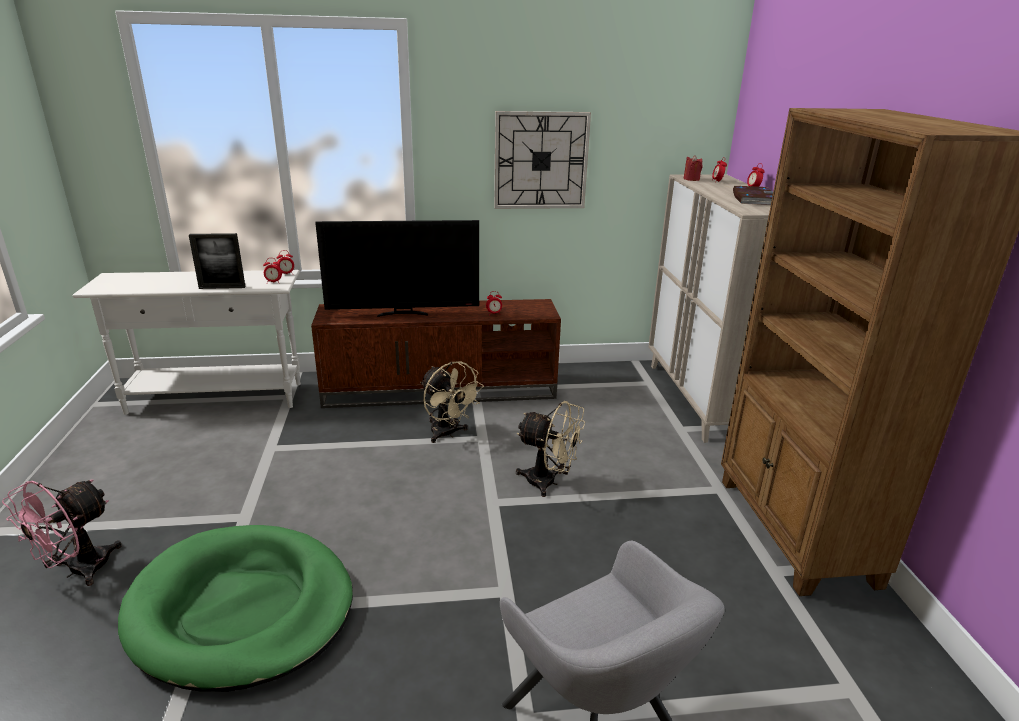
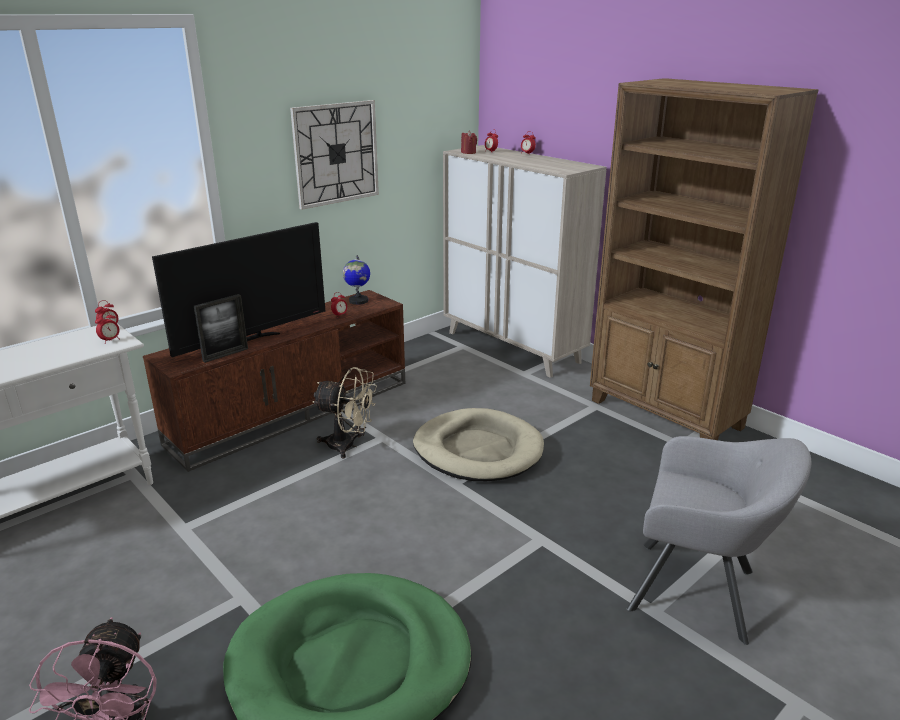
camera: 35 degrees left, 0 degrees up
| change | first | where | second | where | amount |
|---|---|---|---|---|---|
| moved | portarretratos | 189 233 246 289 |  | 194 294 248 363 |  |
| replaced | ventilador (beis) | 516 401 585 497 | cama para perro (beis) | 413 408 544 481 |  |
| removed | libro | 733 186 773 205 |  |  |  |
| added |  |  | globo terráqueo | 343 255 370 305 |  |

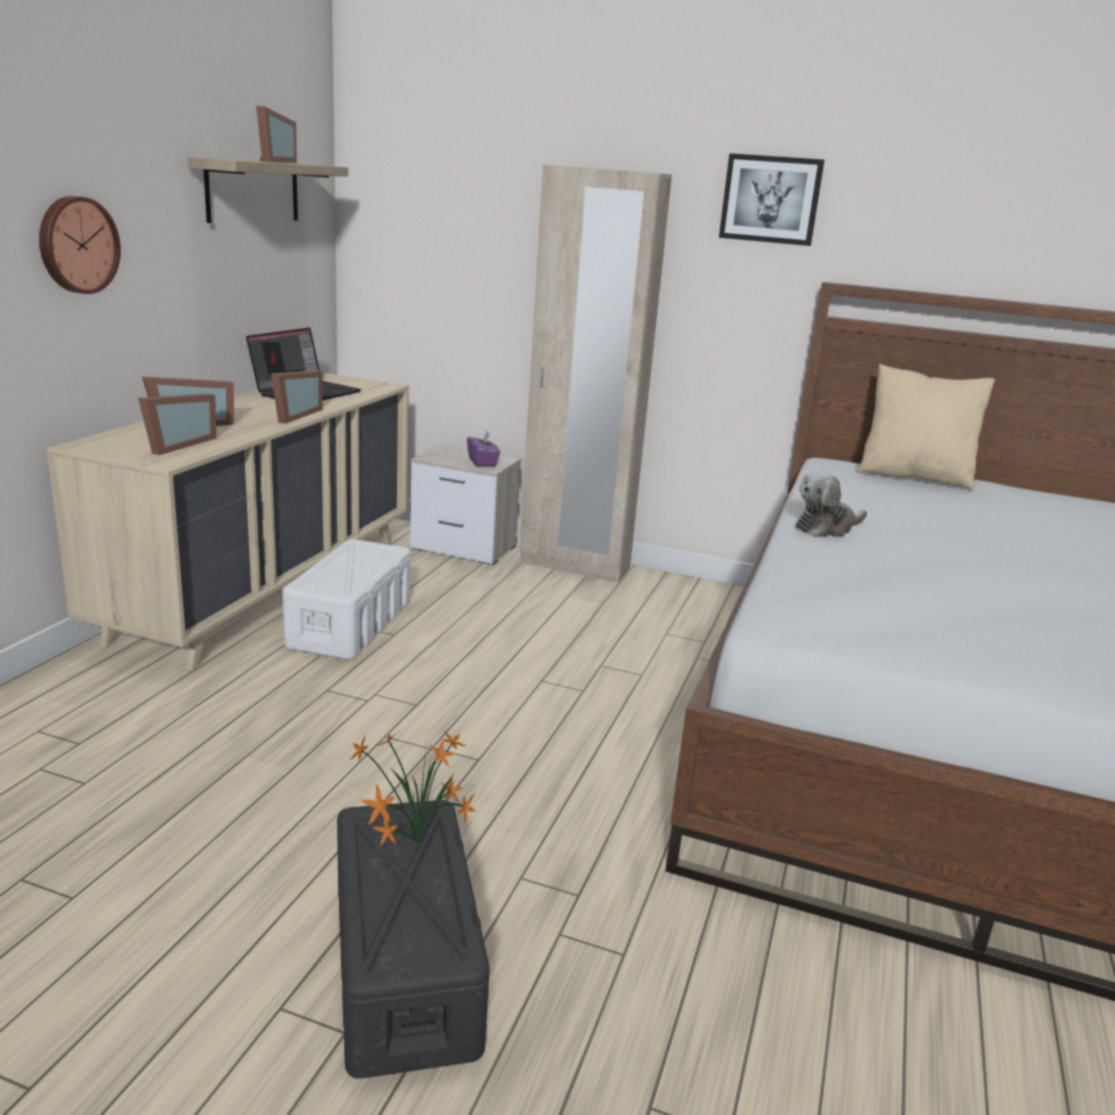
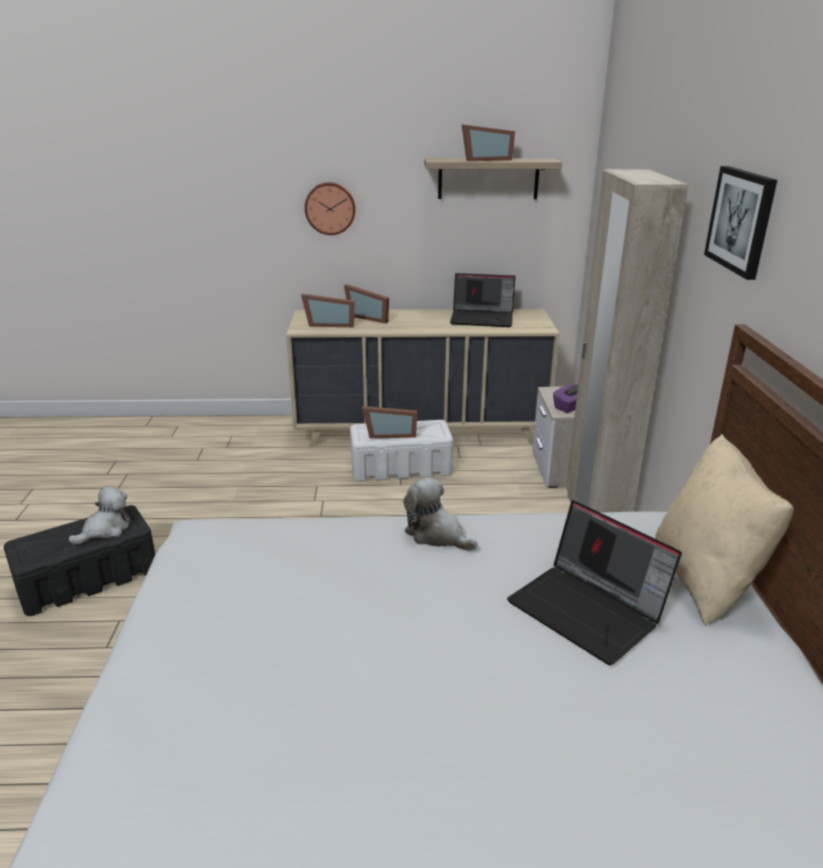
camera: 70 degrees right, 5 degrees up
| change | first | where | second | where | amount |
|---|---|---|---|---|---|
| moved | portarretratos | 271 370 322 424 |  | 362 406 417 439 |  |
| replaced | planta en maceta | 349 729 477 845 | peluche | 69 486 130 544 |  |
| added |  |  | portátil | 507 500 682 665 |  |

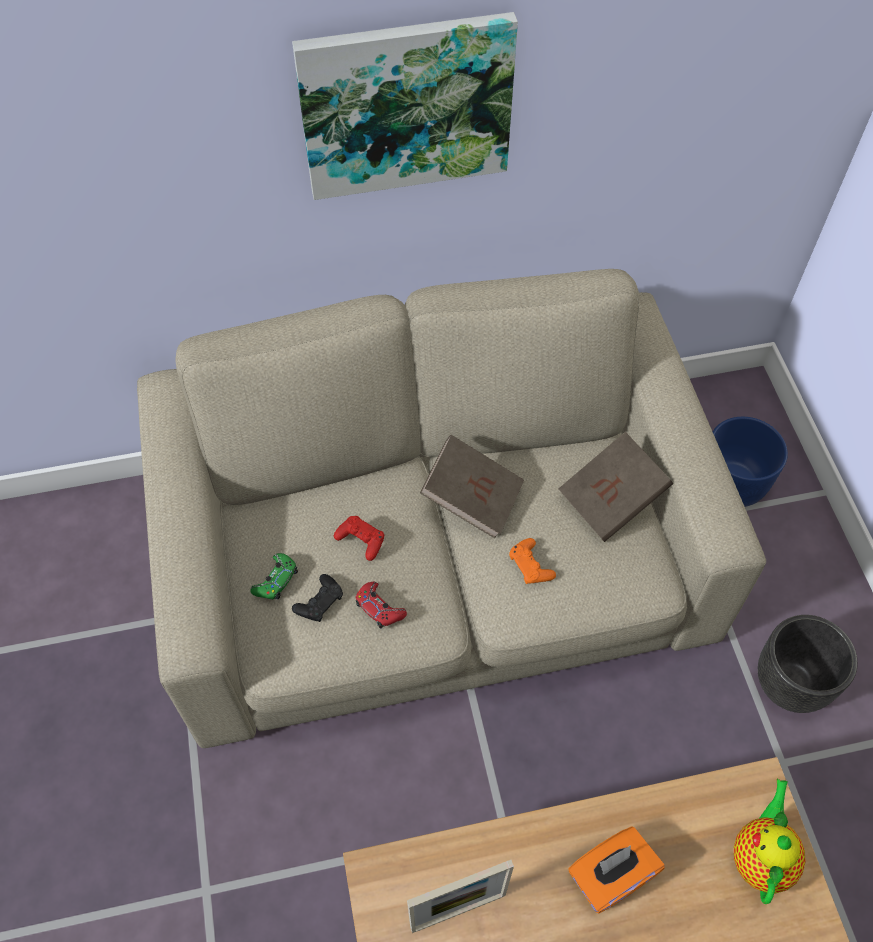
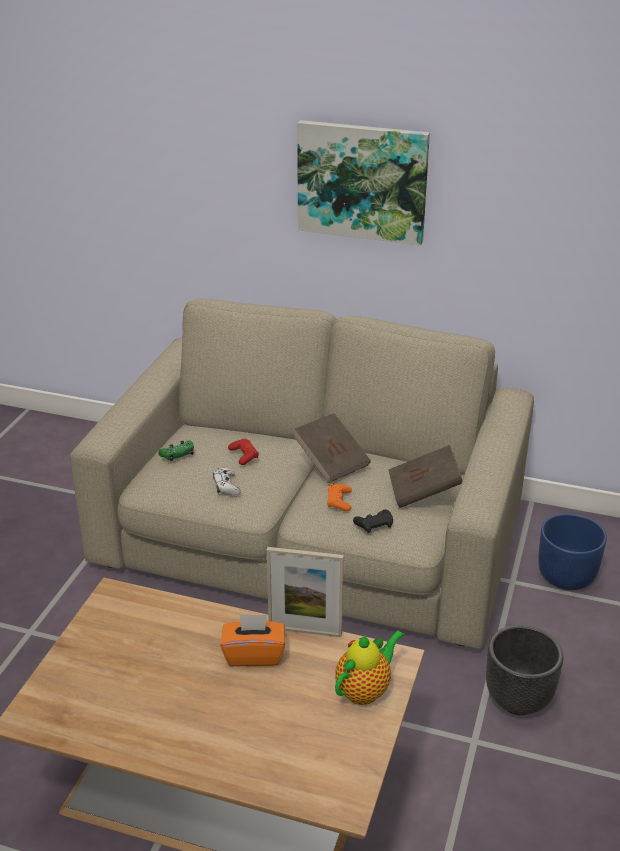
camera: 30 degrees right, 25 degrees down
| change | first | where | second | where | amount |
|---|---|---|---|---|---|
| moved | mando de consola (negro) | 292 574 343 622 |  | 353 509 393 533 |  |
| recoloured | mando de consola (rojo) | 356 582 407 629 | mando de consola (blanco) | 213 468 240 495 |  |
| moved | portarretratos | 407 860 514 933 |  | 267 547 344 637 |  |

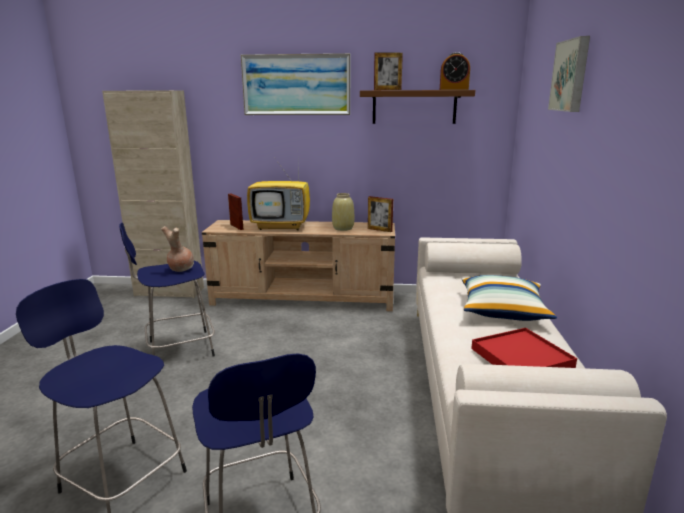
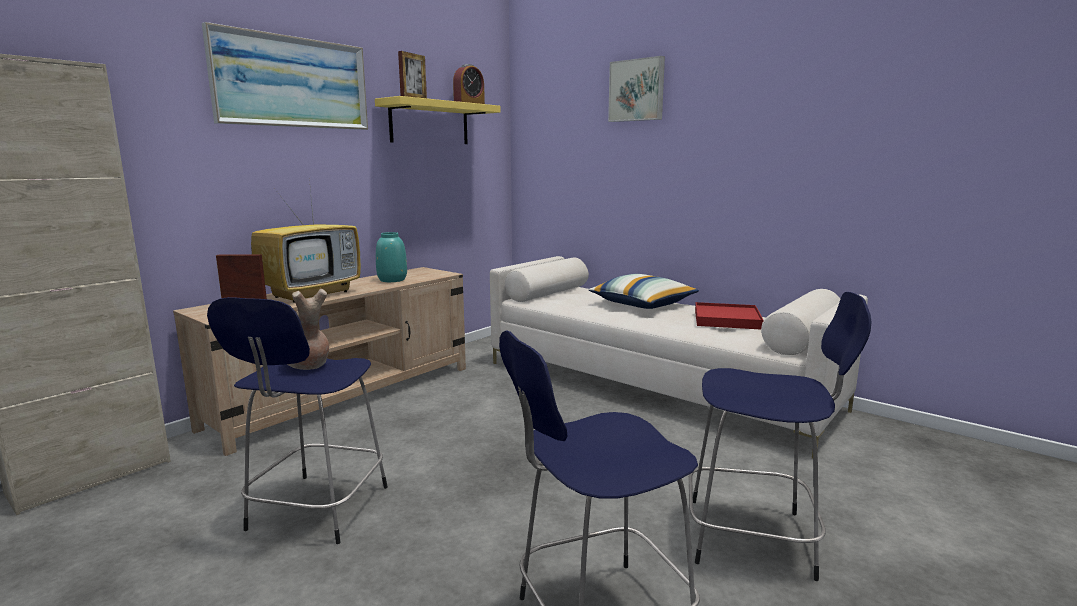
camera: 55 degrees left, 5 degrees down
| change | first | where | second | where | amount |
|---|---|---|---|---|---|
| recoloured | florero (beis) | 332 193 354 231 | florero (turquesa) | 376 232 407 282 |  |
| recoloured | estante (marrón) | 360 90 475 124 | estante (amarillo) | 375 96 500 144 |  |
| removed | portarretratos | 368 196 393 232 |  |  |  |

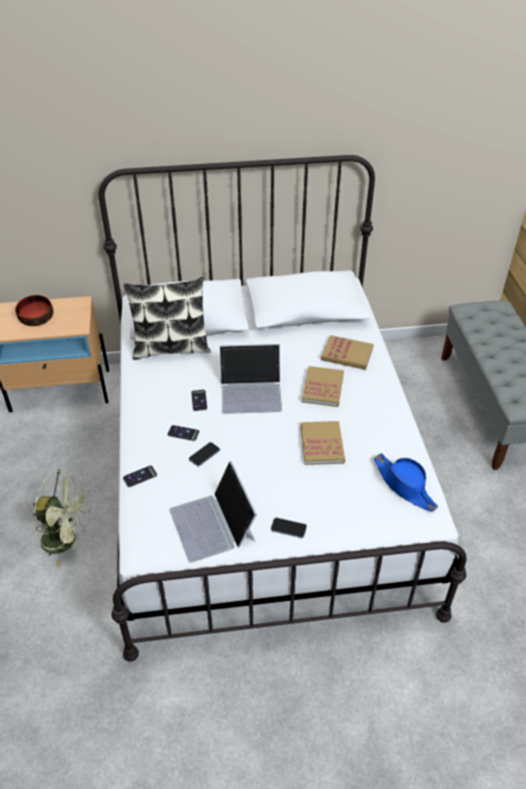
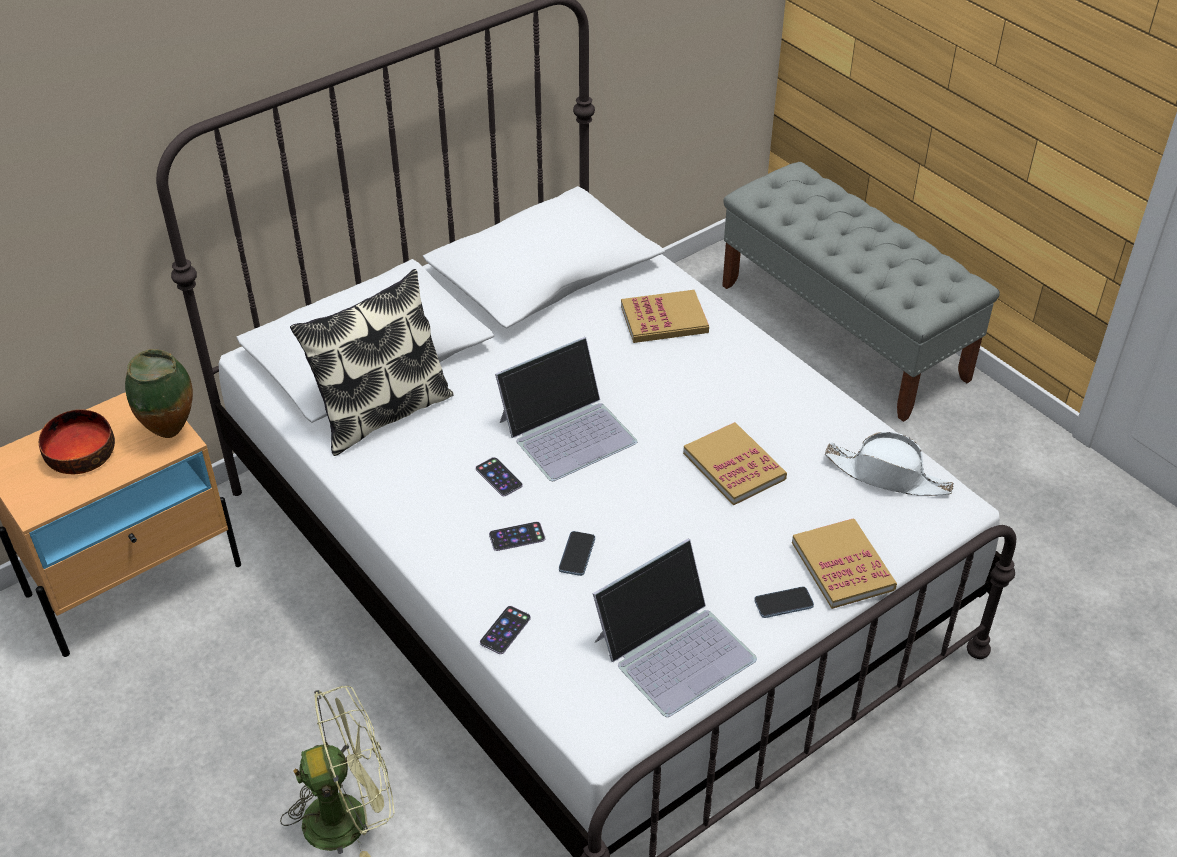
camera: 30 degrees left, 0 degrees up
| change | first | where | second | where | amount |
|---|---|---|---|---|---|
| turned | portátil | 169 461 257 563 |  | 593 539 757 717 | 75 degrees counterclockwise |
| moved | libro | 302 366 344 407 |  | 792 518 897 609 |  |
| recoloured | sombrero (azul) | 374 453 438 512 | sombrero (blanco) | 825 432 954 496 |  |
| added |  |  | florero | 125 349 193 438 |  |

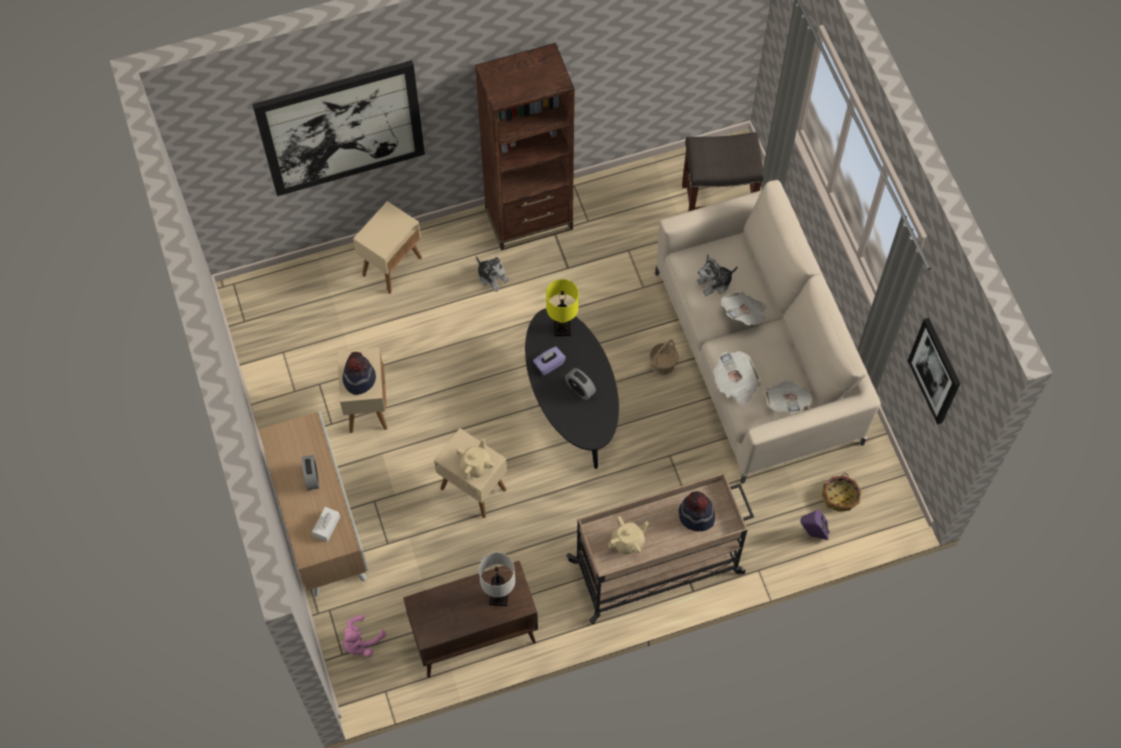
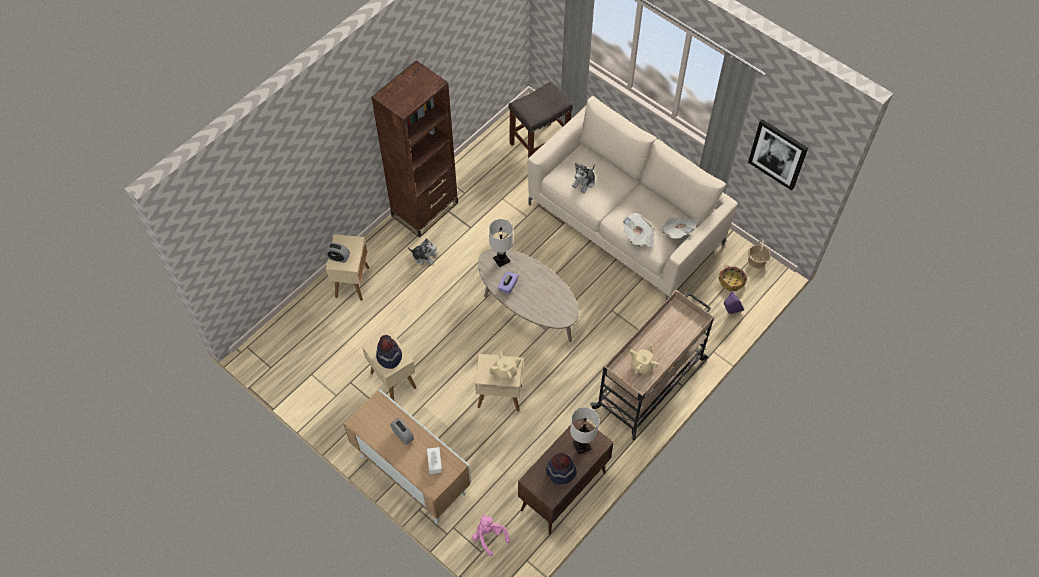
camera: 30 degrees left, 5 degrees down
| change | first | where | second | where | amount |
|---|---|---|---|---|---|
| removed | cuadro | 252 60 425 196 |  |  |  |
| turned | peluche (rosa) | 342 615 386 657 |  | 472 514 510 556 | 135 degrees clockwise |
| turned | tetera (beis) | 456 438 494 480 |  | 489 351 522 380 | 75 degrees clockwise |
| recoloured | mesa de centro (negro) | 525 308 619 469 | mesa de centro (beis) | 478 248 579 342 |  |
| recoloured | lámpara de mesa (amarillo) | 546 279 579 336 | lámpara de mesa (blanco) | 489 219 513 267 |  |
| moved | despertador | 565 368 596 400 |  | 324 243 350 263 |  |
| moved | cesta | 649 340 679 375 |  | 748 239 770 269 |  |
| moved | sombrero | 679 491 715 532 |  | 546 453 577 484 |  |
| removed | periódico | 721 292 767 325 |  |  |  |

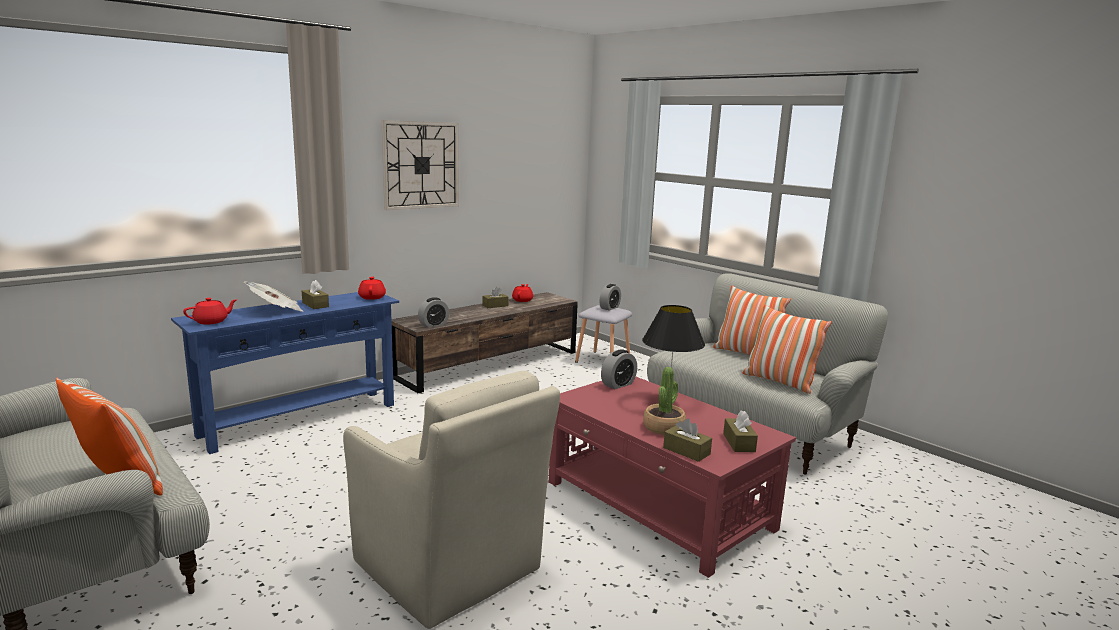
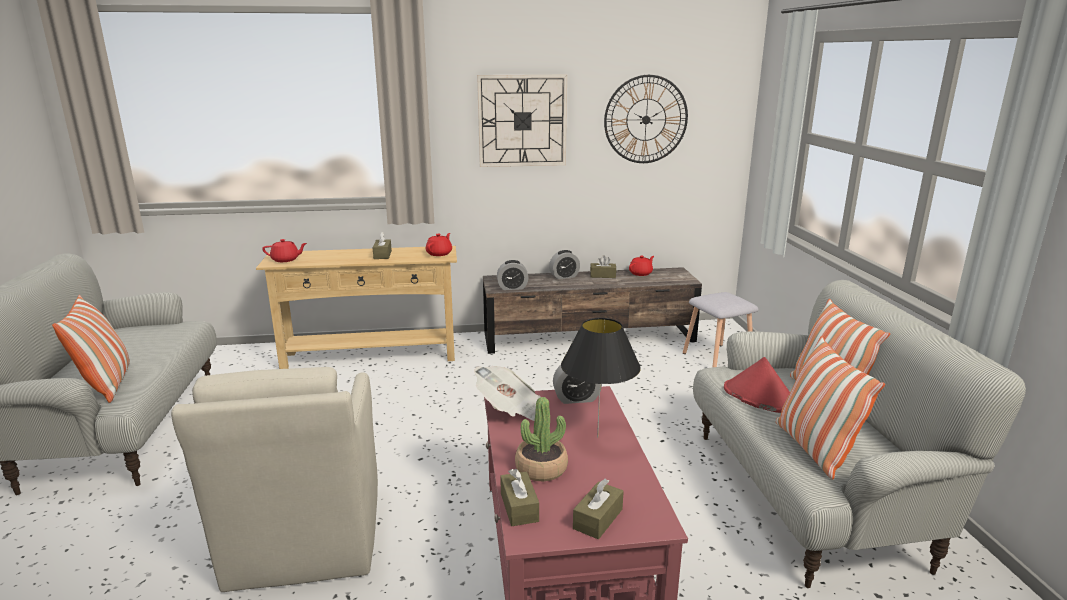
camera: 35 degrees right, 5 degrees up
| change | first | where | second | where | amount |
|---|---|---|---|---|---|
| recoloured | mesa consola (azul) | 171 292 399 454 | mesa consola (beis) | 256 246 457 369 |  |
| moved | periódico | 244 281 303 311 |  | 474 366 541 421 |  |
| moved | despertador | 600 284 621 311 |  | 549 250 580 279 |  |
| added |  |  | reloj de pared | 604 75 688 163 |  |
| added |  |  | sombrero (rojo) | 724 357 790 413 |  |

